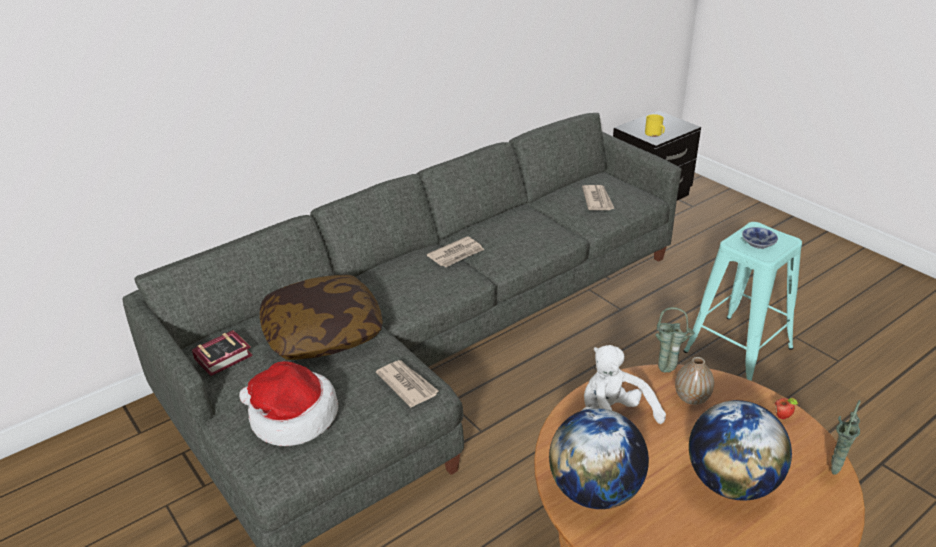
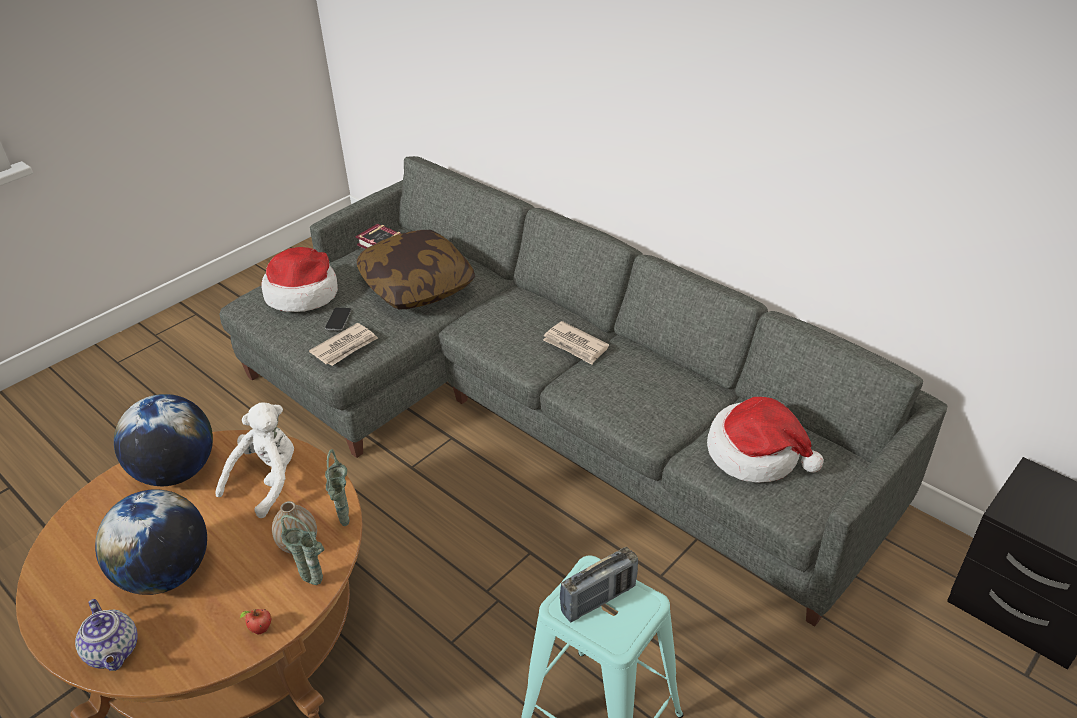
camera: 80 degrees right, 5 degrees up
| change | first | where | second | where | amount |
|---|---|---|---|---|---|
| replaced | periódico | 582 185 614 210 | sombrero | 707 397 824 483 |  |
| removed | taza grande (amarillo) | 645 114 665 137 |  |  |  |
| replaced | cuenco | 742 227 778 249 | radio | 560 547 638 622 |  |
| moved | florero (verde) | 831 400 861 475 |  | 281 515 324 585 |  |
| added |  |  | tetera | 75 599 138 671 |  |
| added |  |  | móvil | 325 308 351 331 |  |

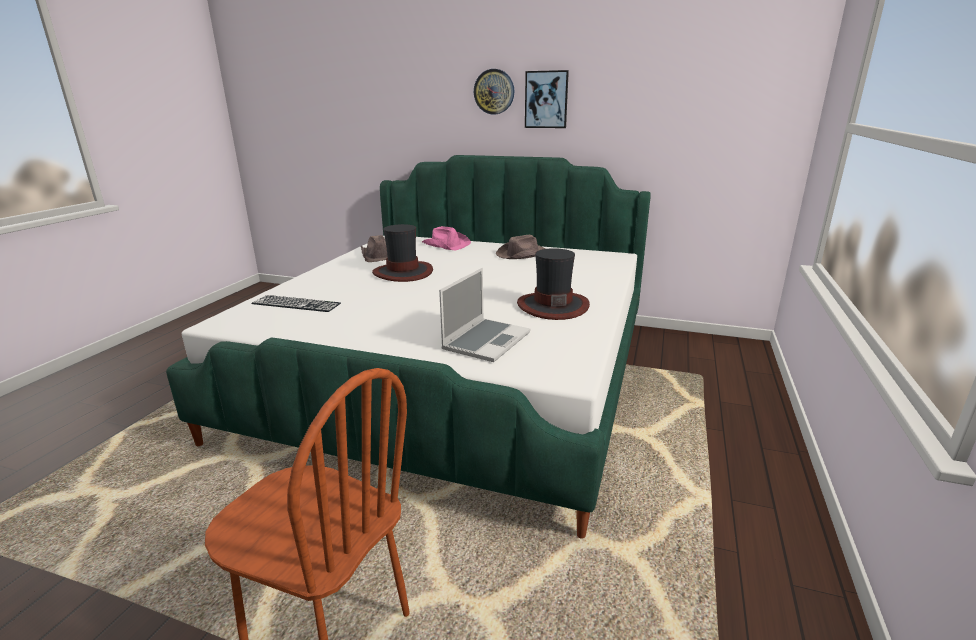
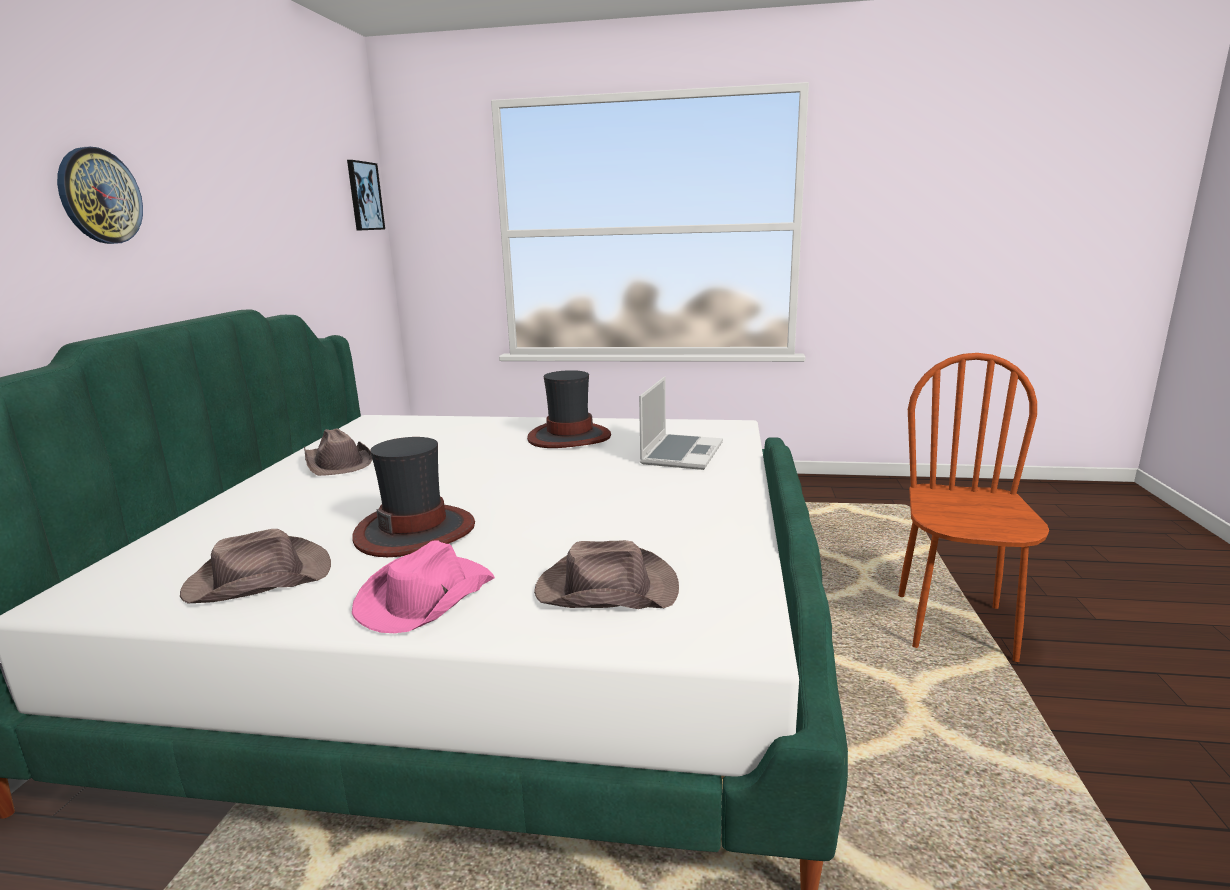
camera: 100 degrees left, 5 degrees down
| change | first | where | second | where | amount |
|---|---|---|---|---|---|
| replaced | teclado | 252 295 341 312 | sombrero (marrón) | 534 540 679 609 |  |
| moved | sombrero (rosa) | 422 226 471 251 |  | 352 540 495 633 |  |
| turned | portátil | 439 268 530 362 |  | 639 377 723 470 | 90 degrees clockwise |
| moved | cuadro | 525 70 569 128 |  | 347 160 385 231 |  |

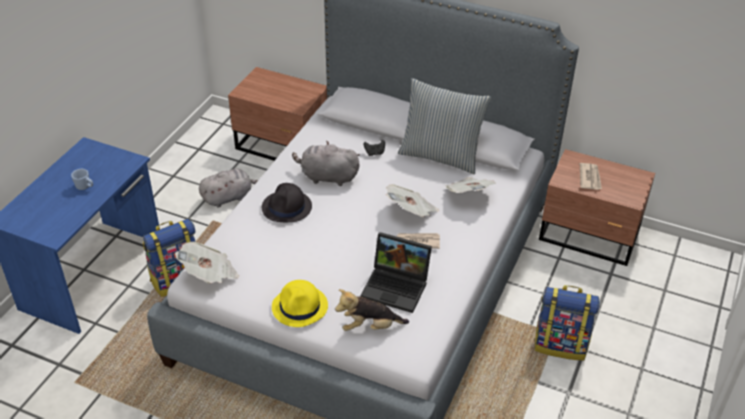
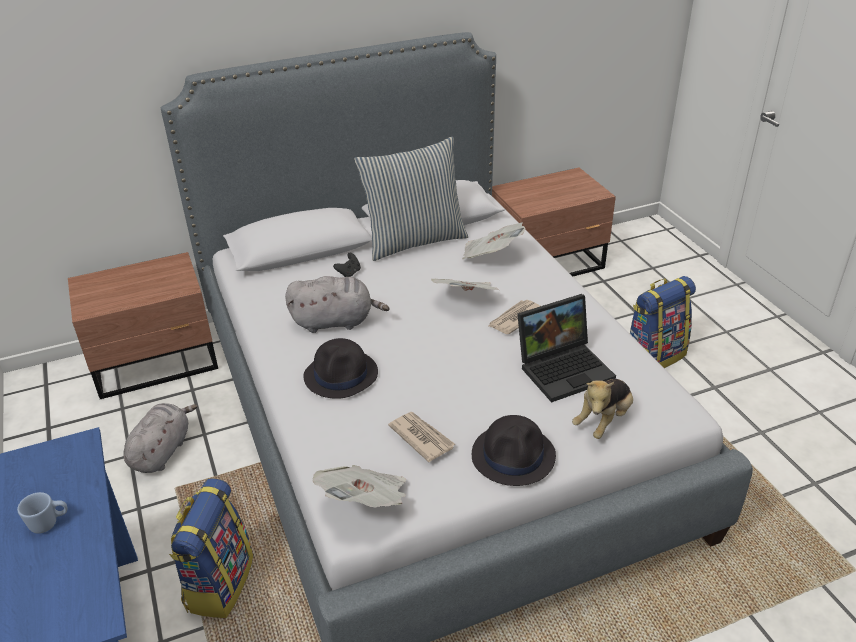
camera: 45 degrees left, 5 degrees down
| change | first | where | second | where | amount |
|---|---|---|---|---|---|
| recoloured | sombrero (amarillo) | 272 280 328 327 | sombrero (negro) | 472 415 556 486 |  |
| turned | peluche (gris) | 292 141 360 186 |  | 285 276 390 333 | 150 degrees counterclockwise |
| moved | periódico | 580 163 602 190 |  | 388 412 455 462 |  |

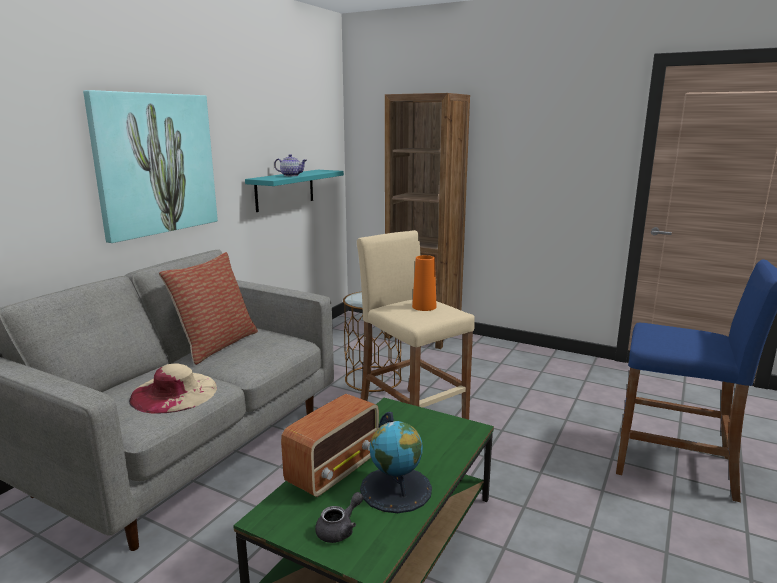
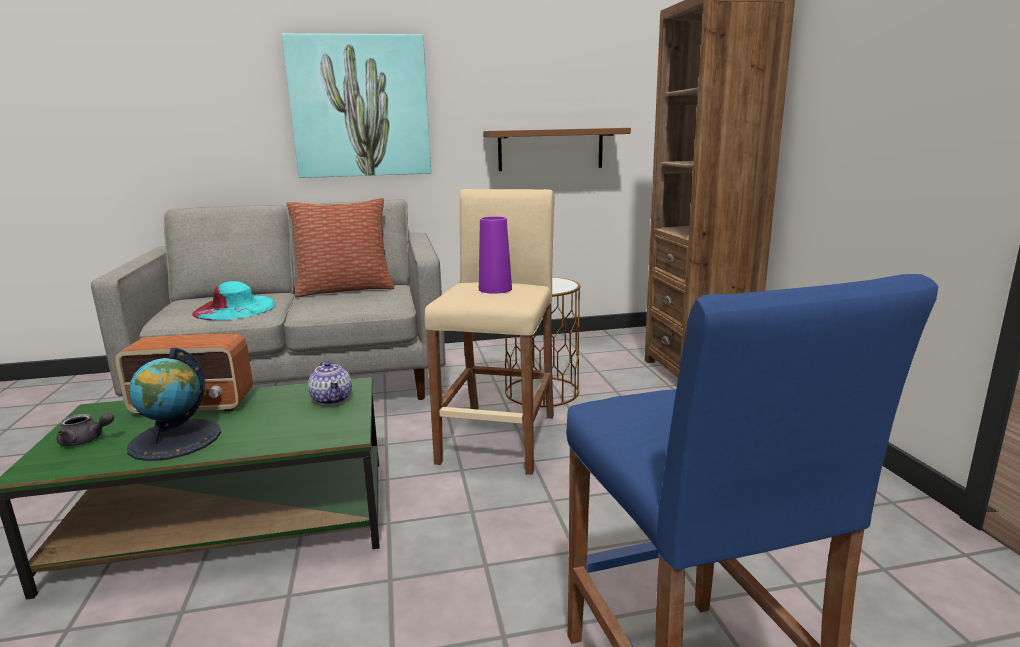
camera: 50 degrees right, 0 degrees up
| change | first | where | second | where | amount |
|---|---|---|---|---|---|
| recoloured | sombrero (beis) | 129 363 217 414 | sombrero (turquesa) | 192 281 276 320 |  |
| recoloured | estante (turquesa) | 245 170 344 212 | estante (marrón) | 483 128 631 171 |  |
| moved | tetera | 274 154 307 176 |  | 308 361 352 405 |  |
| recoloured | florero (naranja) | 412 255 436 311 | florero (morado) | 479 216 512 294 |  |

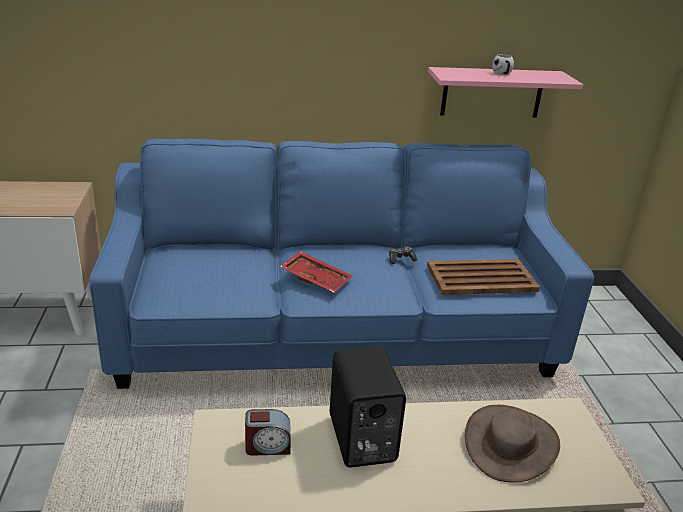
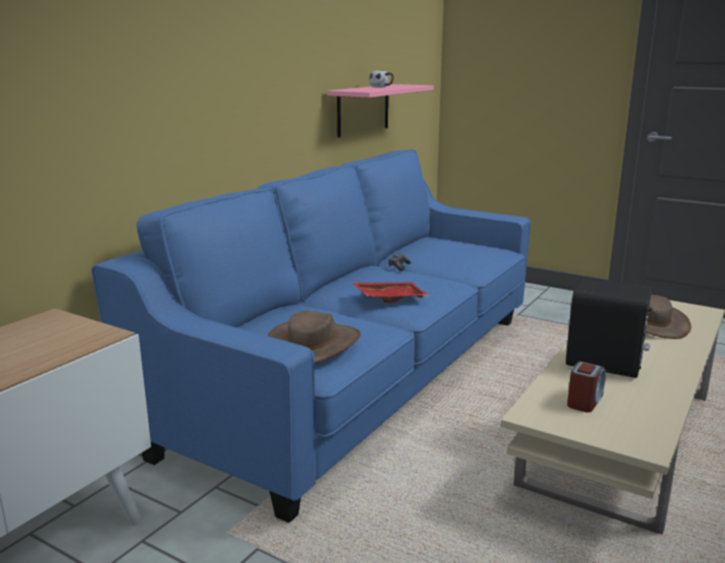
camera: 50 degrees left, 10 degrees down
| change | first | where | second | where | amount |
|---|---|---|---|---|---|
| removed | bandeja (marrón) | 427 259 540 295 |  |  |  |
| added |  |  | sombrero (marrón) | 268 311 361 363 |  |

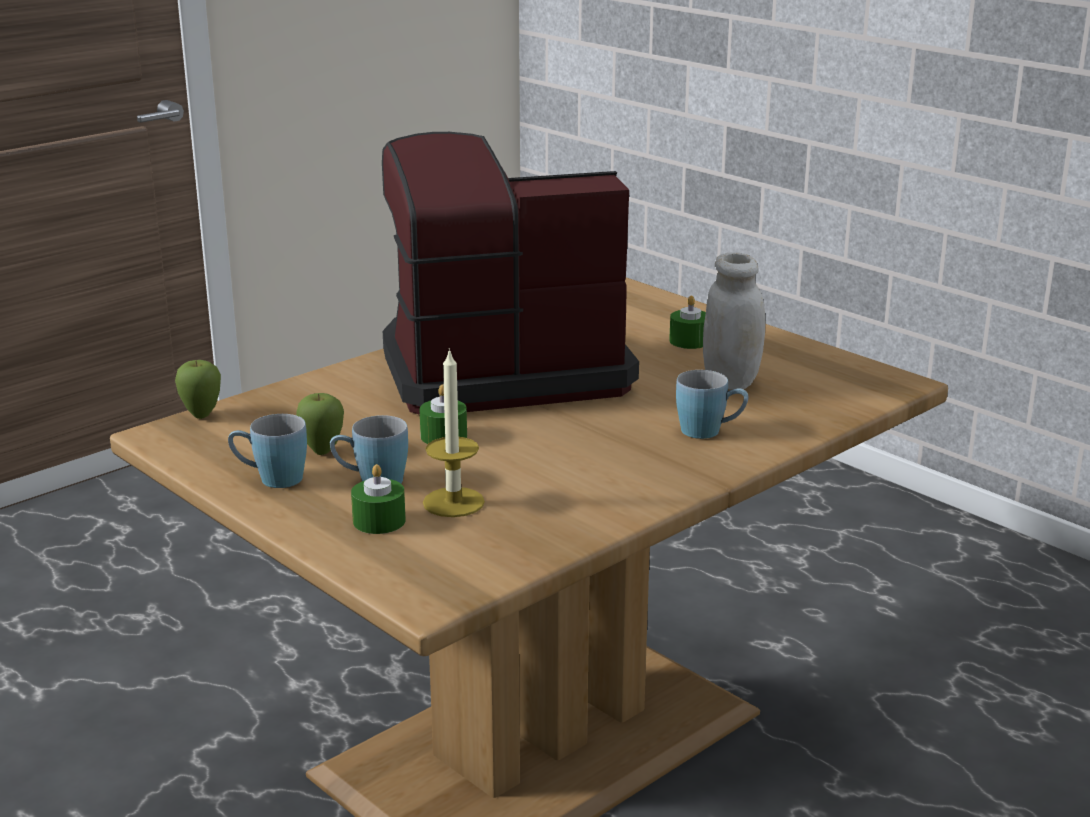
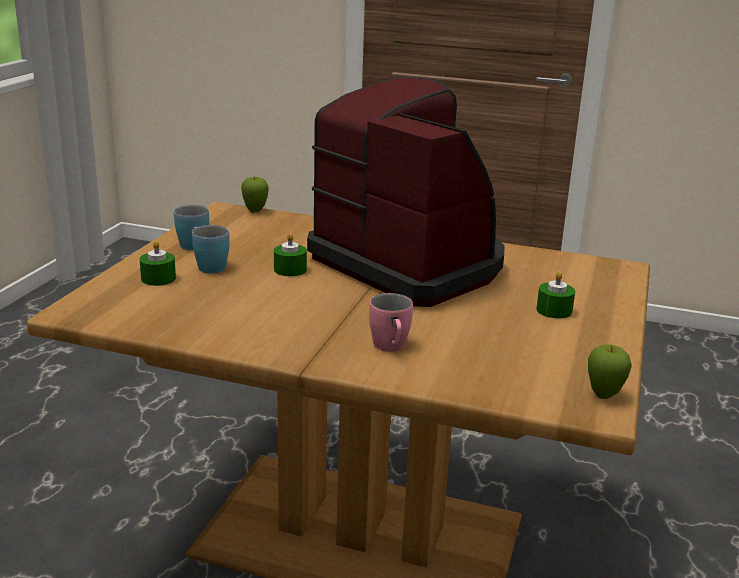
camera: 60 degrees right, 0 degrees up
| change | first | where | second | where | amount |
|---|---|---|---|---|---|
| moved | manzana | 296 393 344 455 |  | 588 344 632 399 |  |
| removed | vela | 423 348 485 517 |  |  |  |
| recoloured | taza grande (azul) | 676 370 748 439 | taza grande (rosa) | 369 293 413 352 |  |
| removed | tarro (blanco) | 703 252 765 389 |  |  |  |

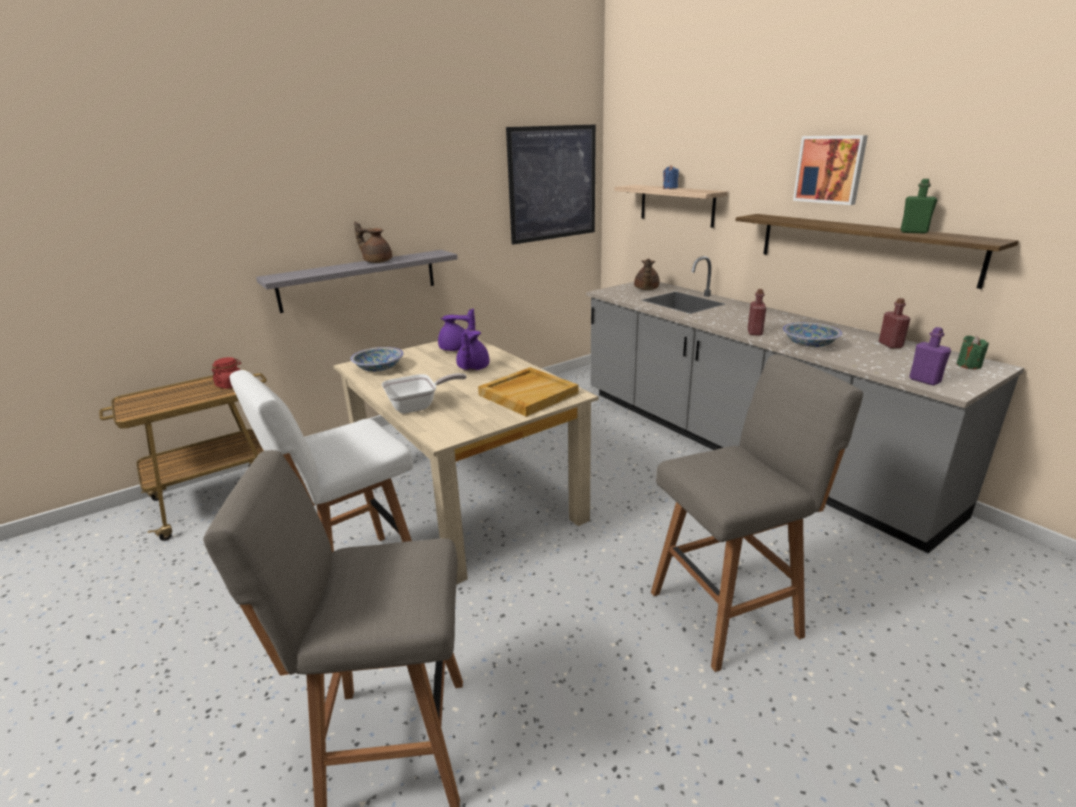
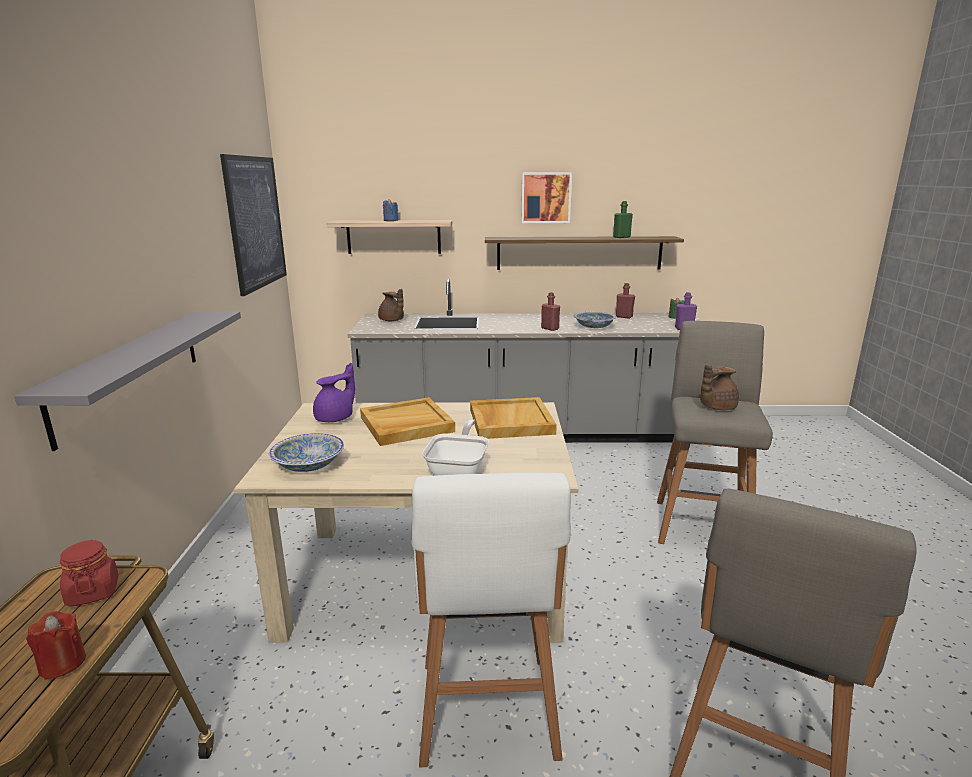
camera: 55 degrees left, 5 degrees down
| change | first | where | second | where | amount |
|---|---|---|---|---|---|
| moved | tetera (marrón) | 354 222 392 263 |  | 700 365 739 410 |  |
| replaced | tetera (morado) | 456 330 489 370 | bandeja (beis) | 360 397 455 446 |  |
| added |  |  | vela (rojo) | 26 611 86 680 |  |

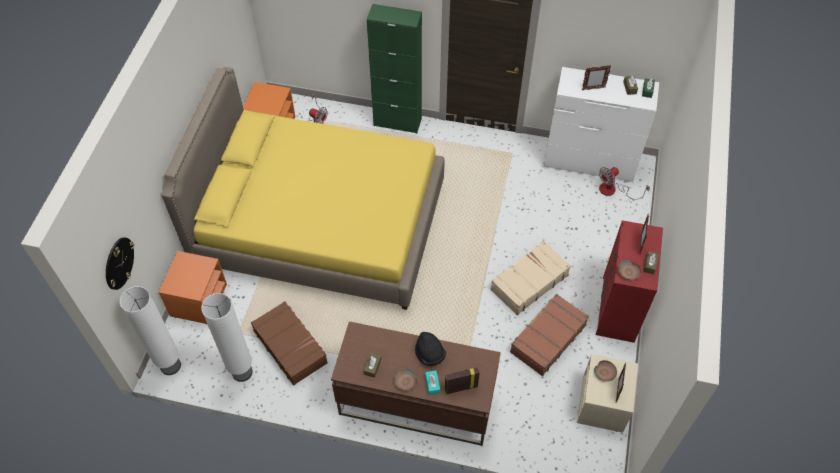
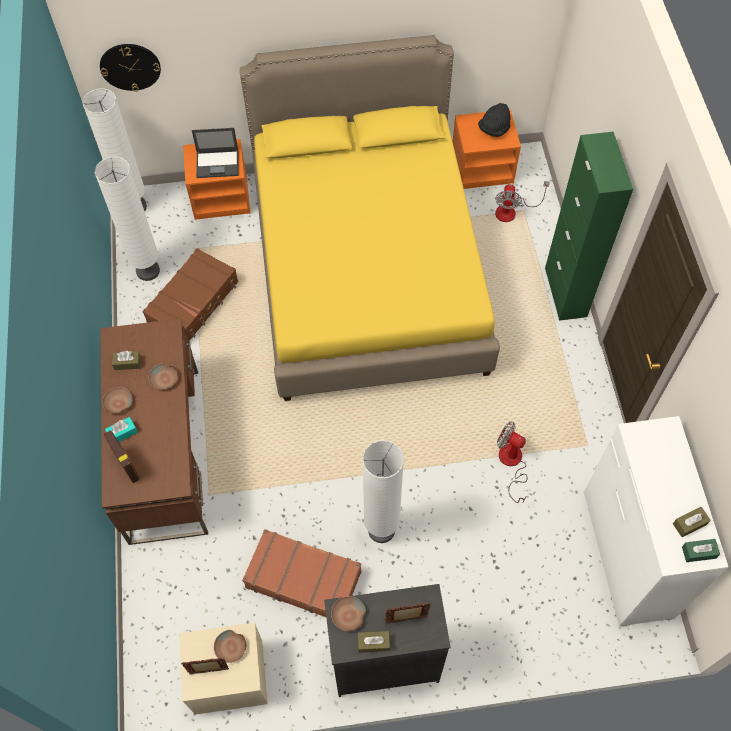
camera: 70 degrees right, 5 degrees up
| change | first | where | second | where | amount |
|---|---|---|---|---|---|
| moved | sombrero (negro) | 415 332 446 366 |  | 478 103 511 137 |  |
| replaced | maleta (beis) | 491 241 571 315 | lámpara de pie (blanco) | 362 440 404 543 |  |
| removed | portarretratos | 582 65 611 90 |  |  |  |
| recoloured | cómoda (rojo) | 596 220 663 343 | cómoda (negro) | 324 584 451 697 |  |
| moved | ventilador | 599 167 650 200 |  | 497 421 527 504 |  |
| added |  |  | cuenco (marrón) | 149 364 178 390 |  |
| added |  |  | portátil | 192 128 239 178 |  |

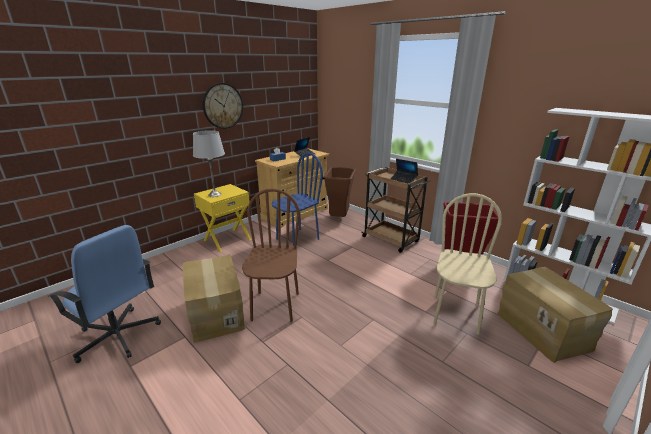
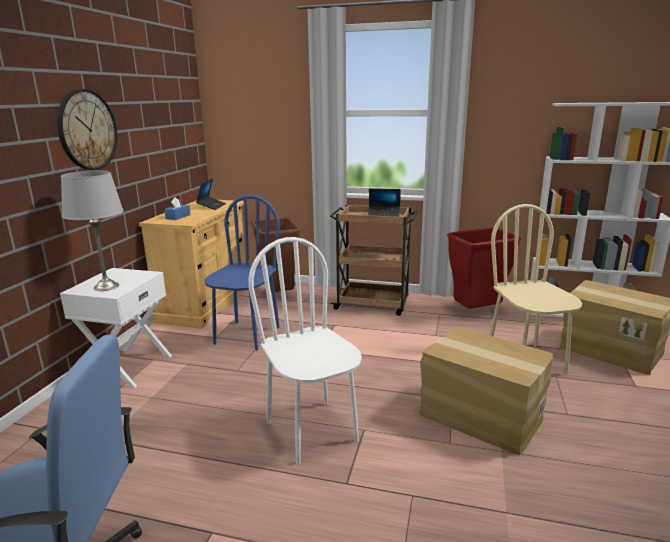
camera: 30 degrees left, 5 degrees down
| change | first | where | second | where | amount |
|---|---|---|---|---|---|
| moved | caja de cartón | 183 254 245 343 |  | 419 326 553 455 |  |
| recoloured | mesita de noche (amarillo) | 194 184 251 252 | mesita de noche (blanco) | 60 268 172 388 |  |
| recoloured | silla (marrón) | 242 188 300 322 | silla (blanco) | 249 237 362 464 |  |

